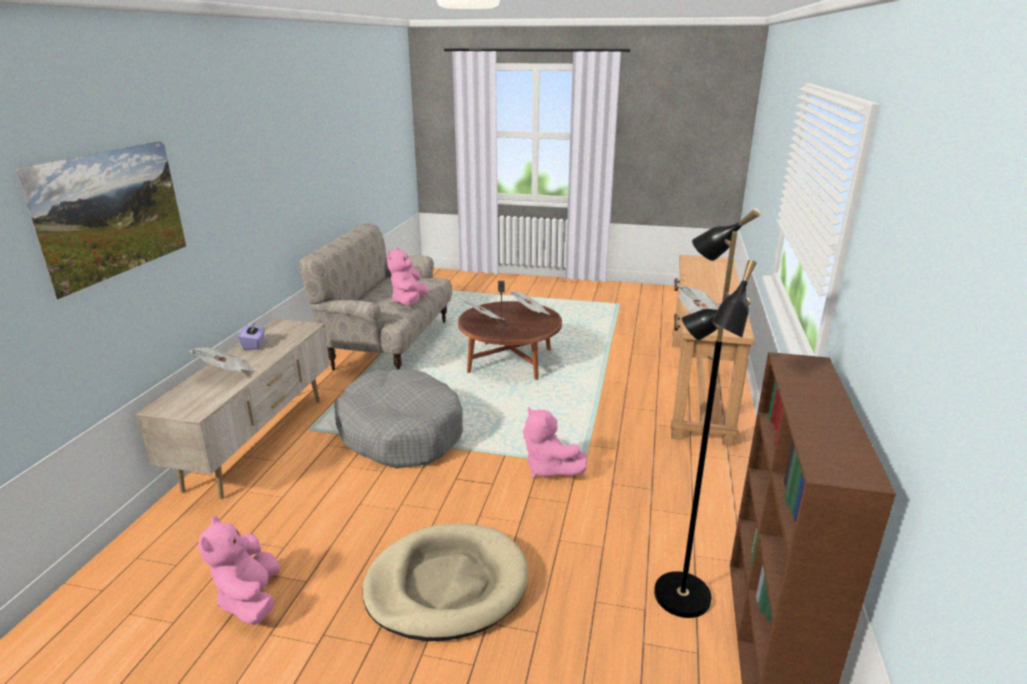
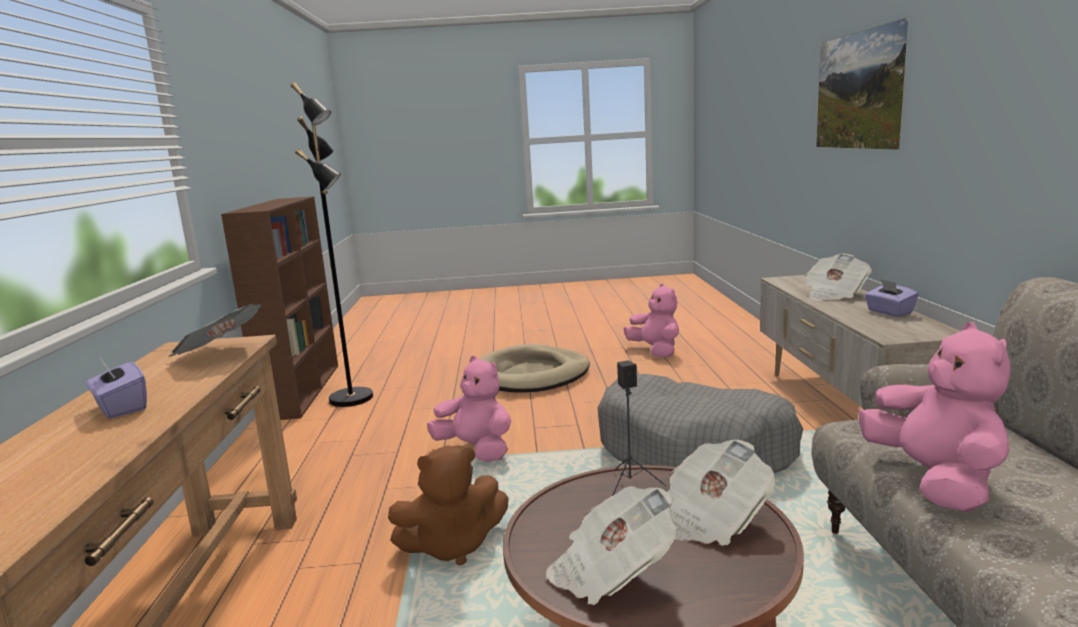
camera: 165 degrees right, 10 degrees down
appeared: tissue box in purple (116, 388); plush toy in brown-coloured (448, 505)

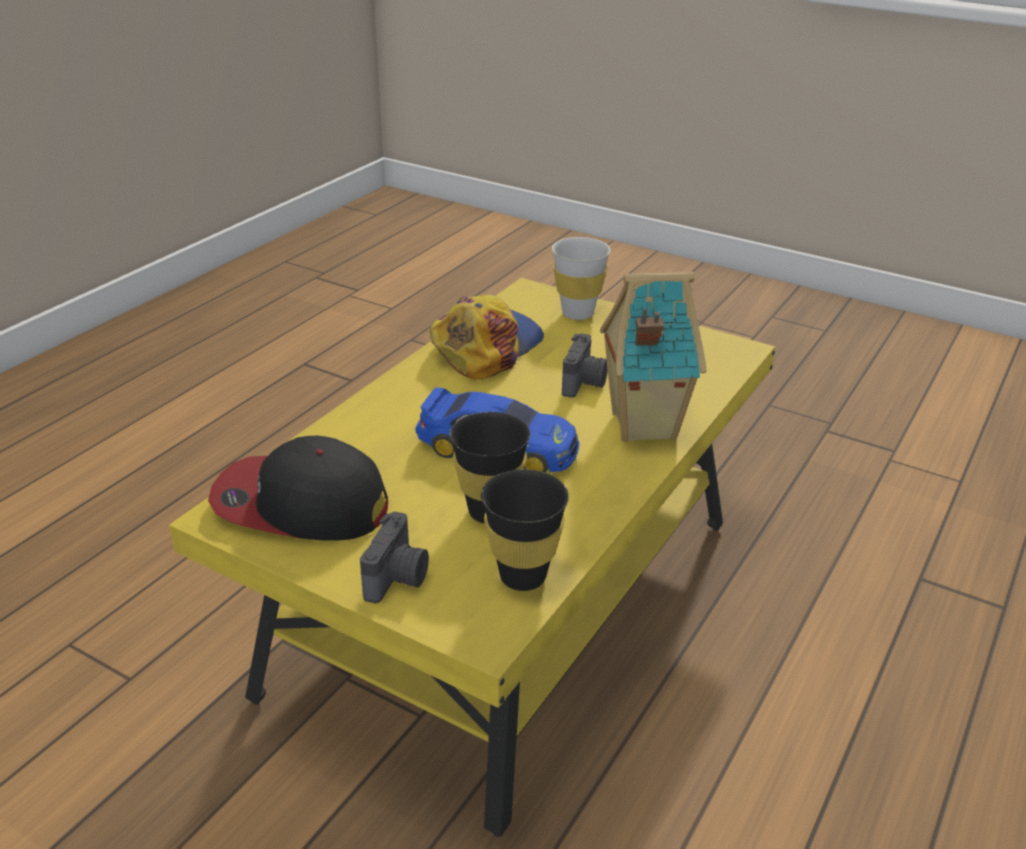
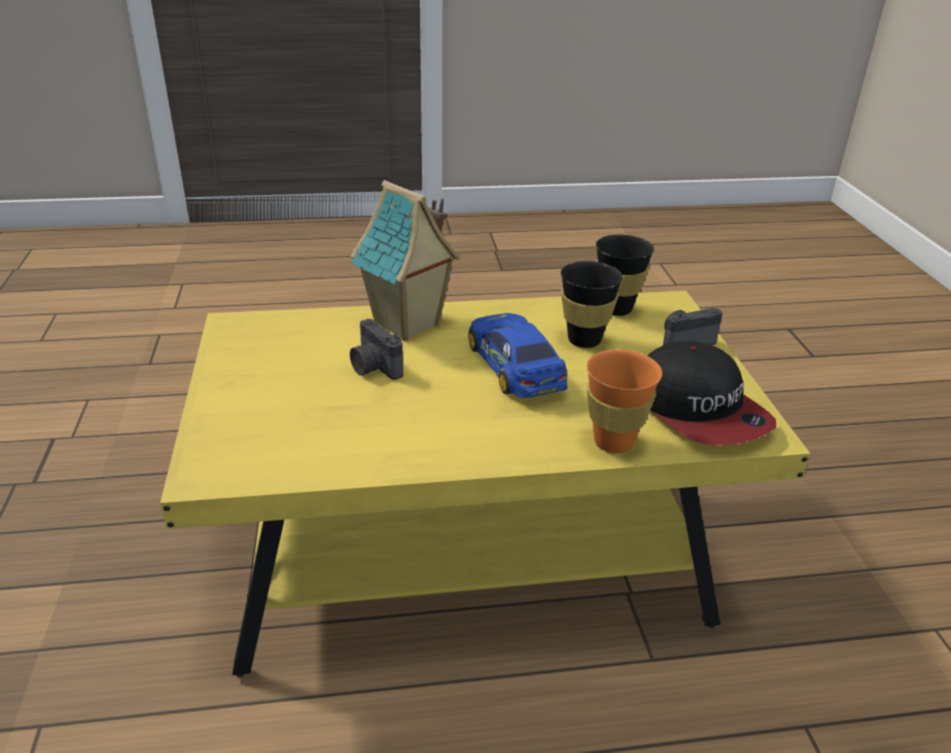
camera: 130 degrees left, 0 degrees up
missing: cup in white-coloured (581, 278); cap (487, 337)
appeared: cup in orange (624, 401)
spun: still camera (585, 365) = (376, 349) 105 degrees counterclockwise

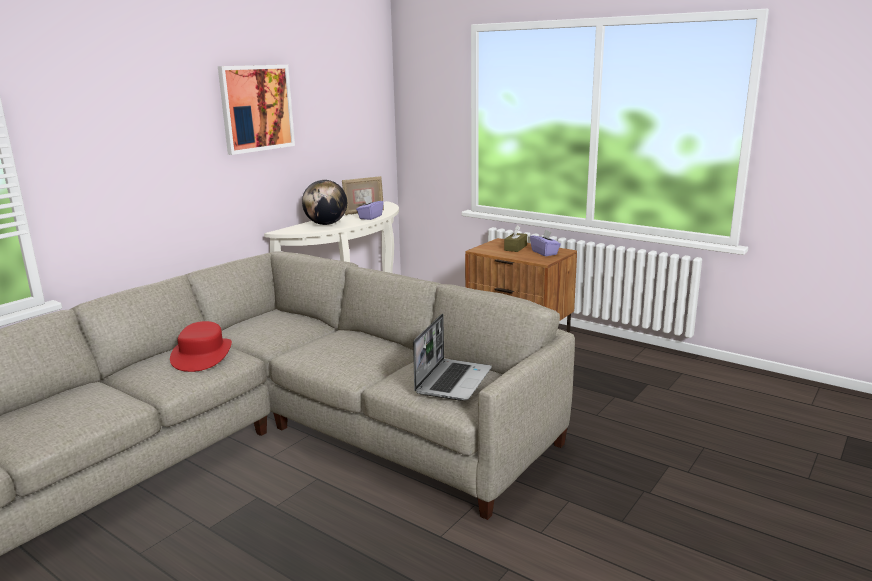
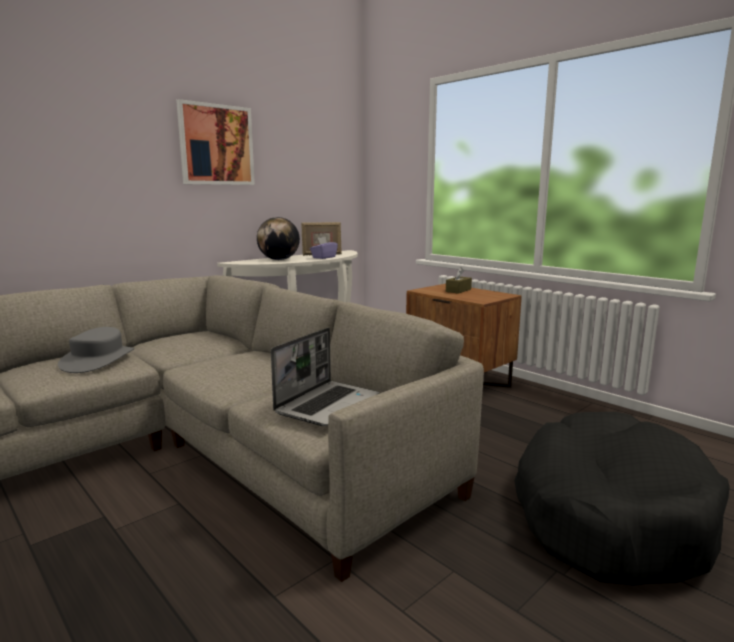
camera: 10 degrees right, 5 degrees down
missing: tissue box in purple (545, 242)
appeared: dog bed in black-coloured (622, 499)
colour: clothing hat in reddish (201, 346) to clothing hat in greyish (96, 350)

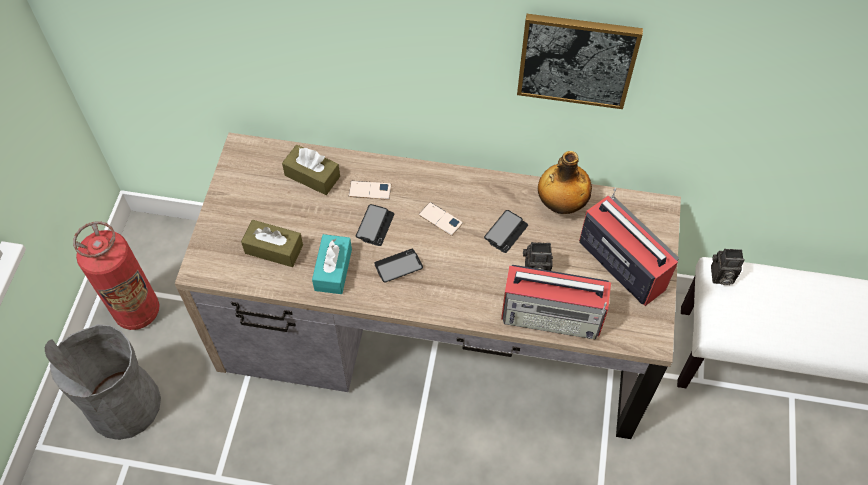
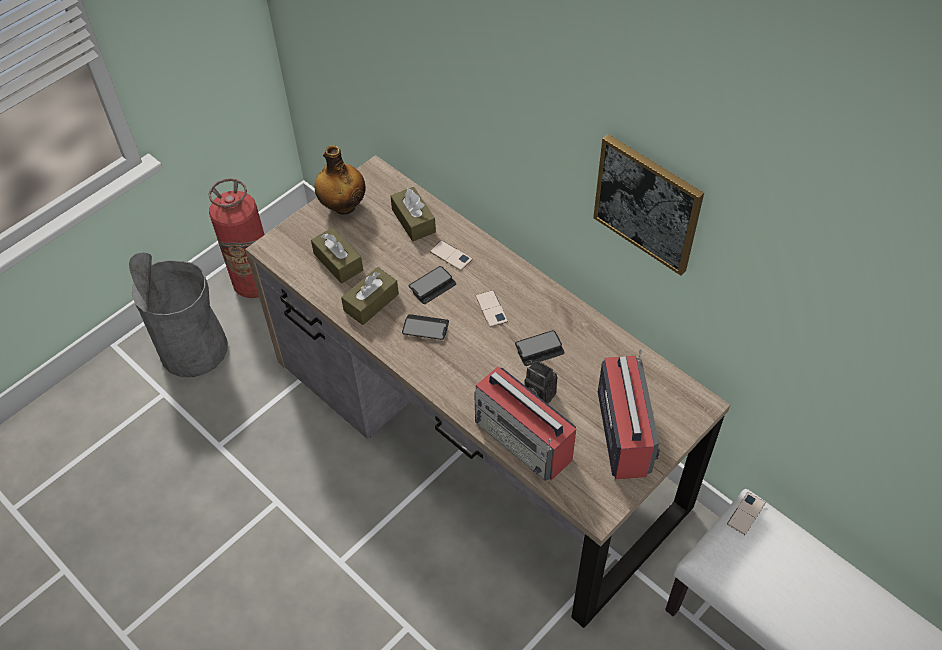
camera: 35 degrees right, 5 degrees down
relocated: beverage bottle (565, 182) to (340, 180)
exchanged: still camera (728, 267) to telephone (746, 513)
colour: tissue box in turquoise-coloured (332, 264) to tissue box in brown-coloured (370, 296)

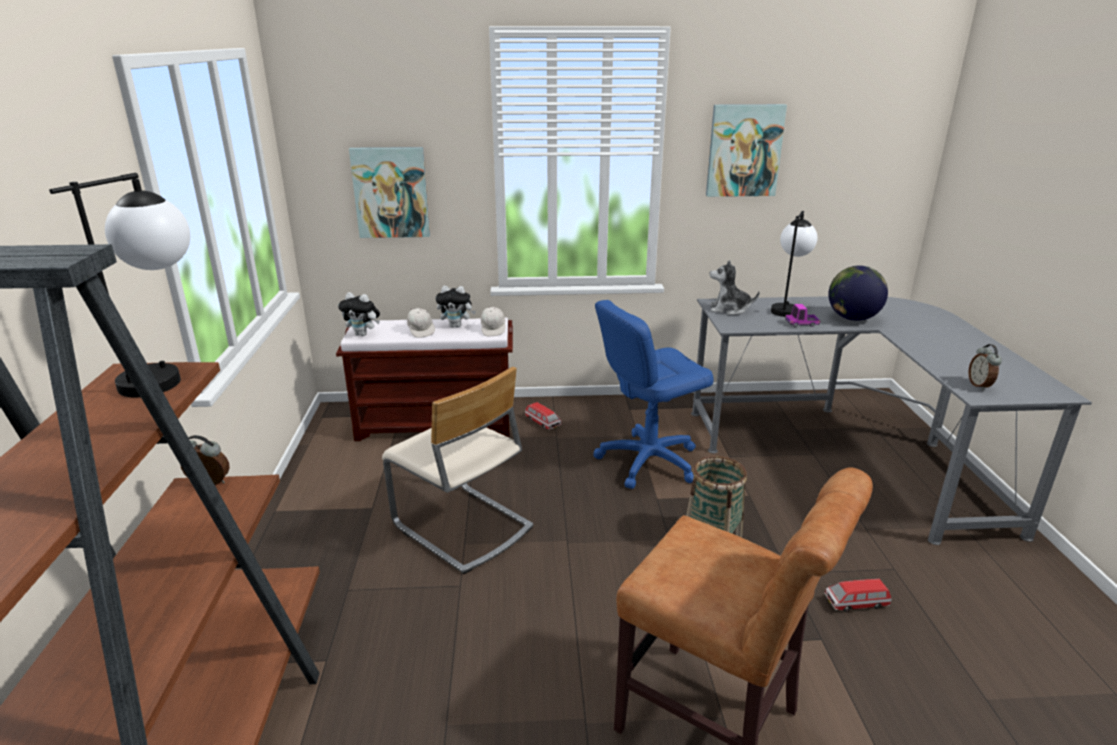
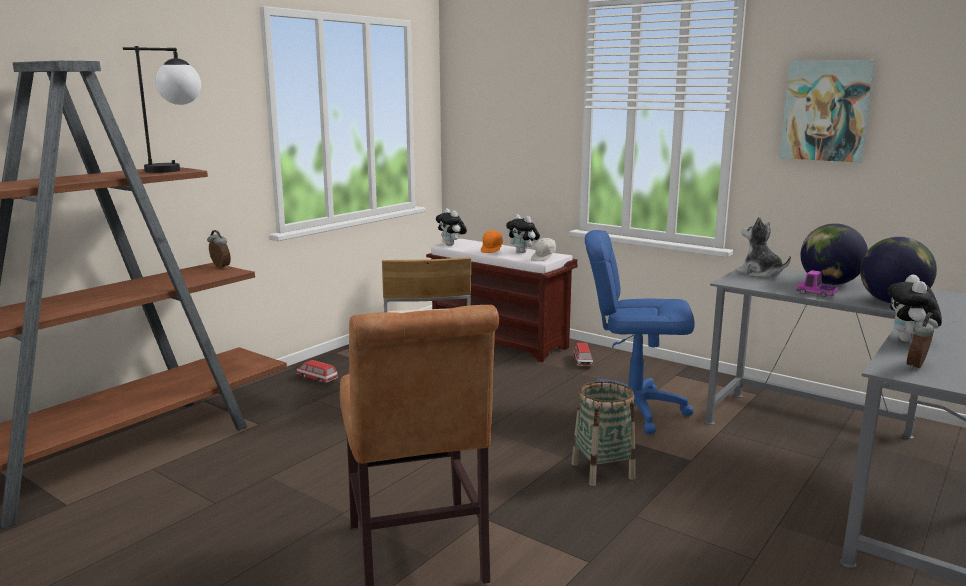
camera: 40 degrees right, 10 degrees down
missing: picture (389, 192)
appeared: plush toy (914, 308)
relocated: model car (857, 595) to (317, 371)
exchanged: lamp for a table (794, 264) to desk globe (834, 254)
colour: cap in white-coloured (421, 323) to cap in orange (492, 241)

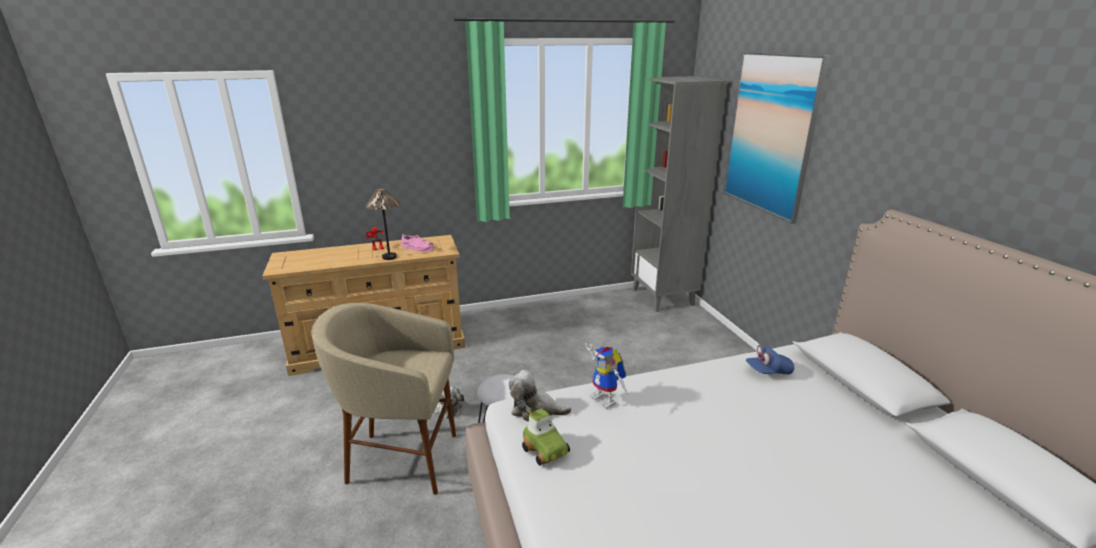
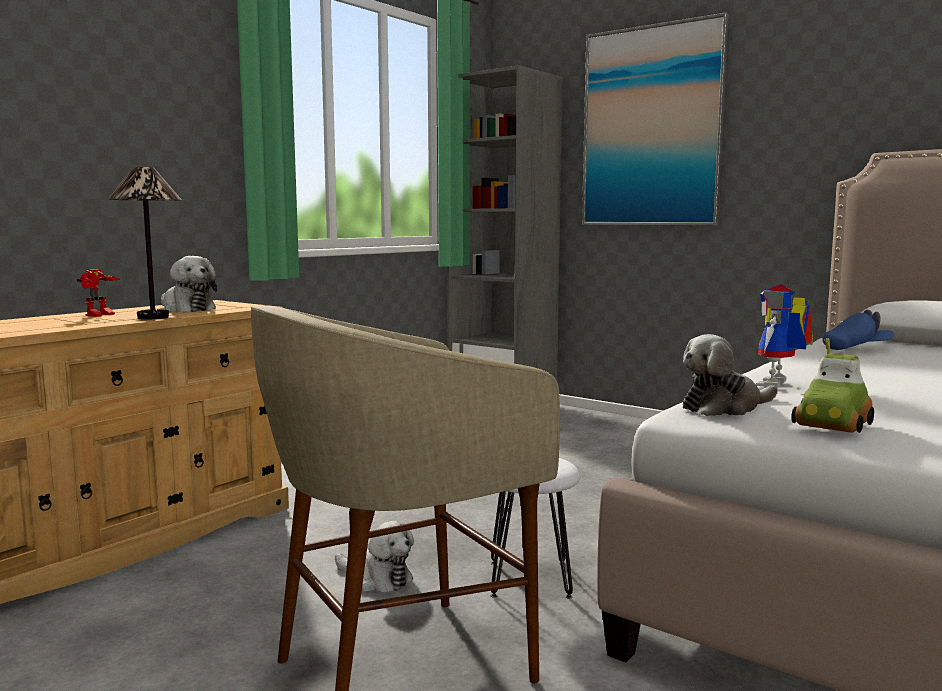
camera: 35 degrees left, 15 degrees down
exchanged: low shoe in pink-coloured (417, 242) to plush toy (189, 284)
spun: robot figure (607, 376) = (784, 336) 105 degrees clockwise; cap in bluish (770, 359) = (858, 330) 135 degrees counterclockwise; model car (546, 435) = (832, 385) 105 degrees clockwise

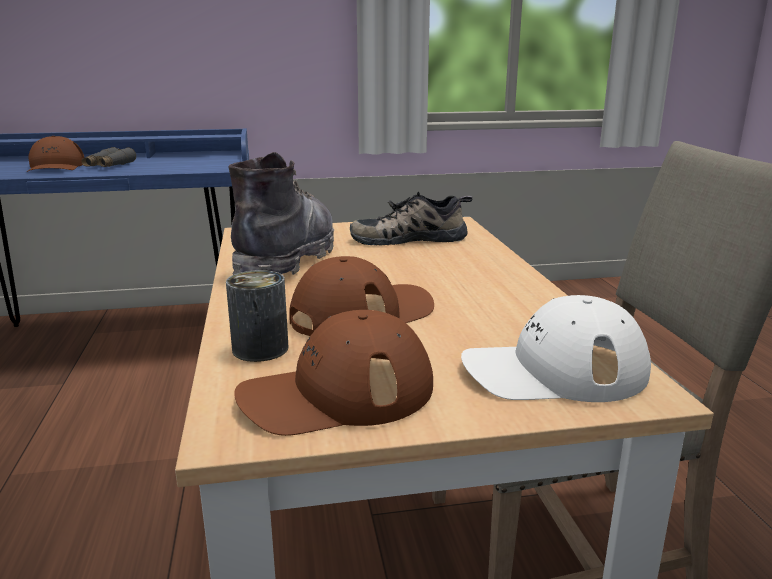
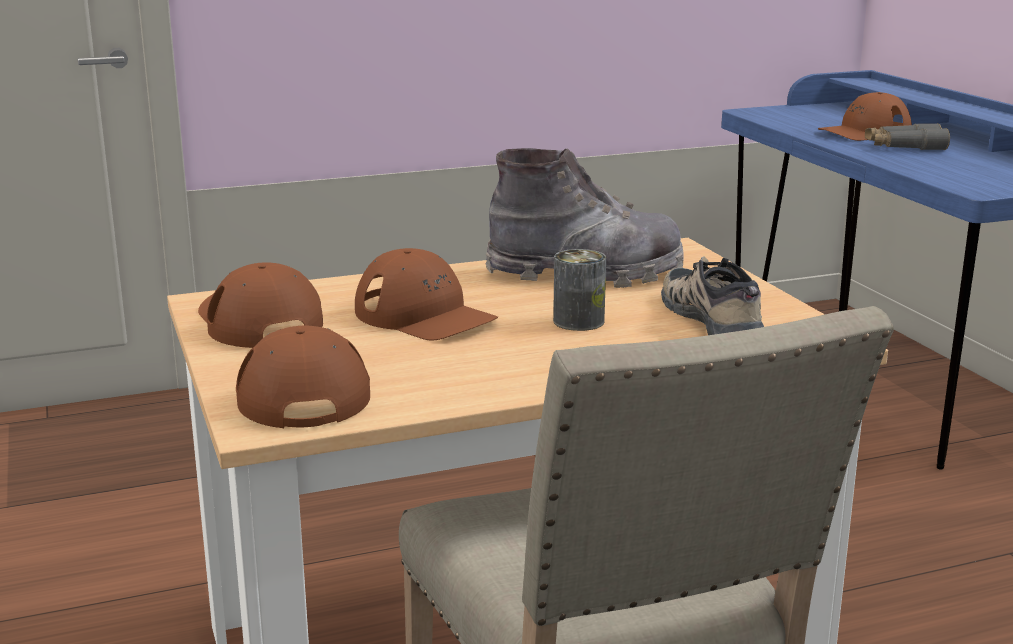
camera: 80 degrees right, 0 degrees up
relocated: can (257, 316) to (579, 290)
colour: cap in white-coloured (556, 348) to cap in brown-coloured (303, 377)

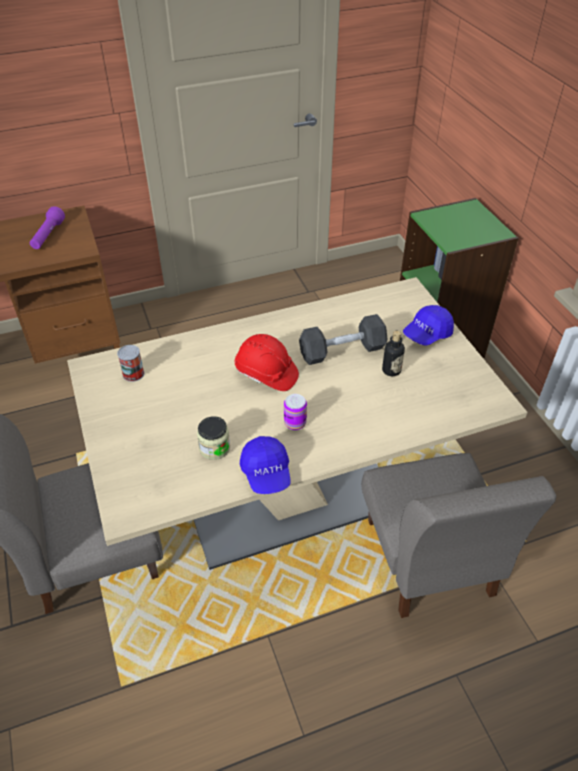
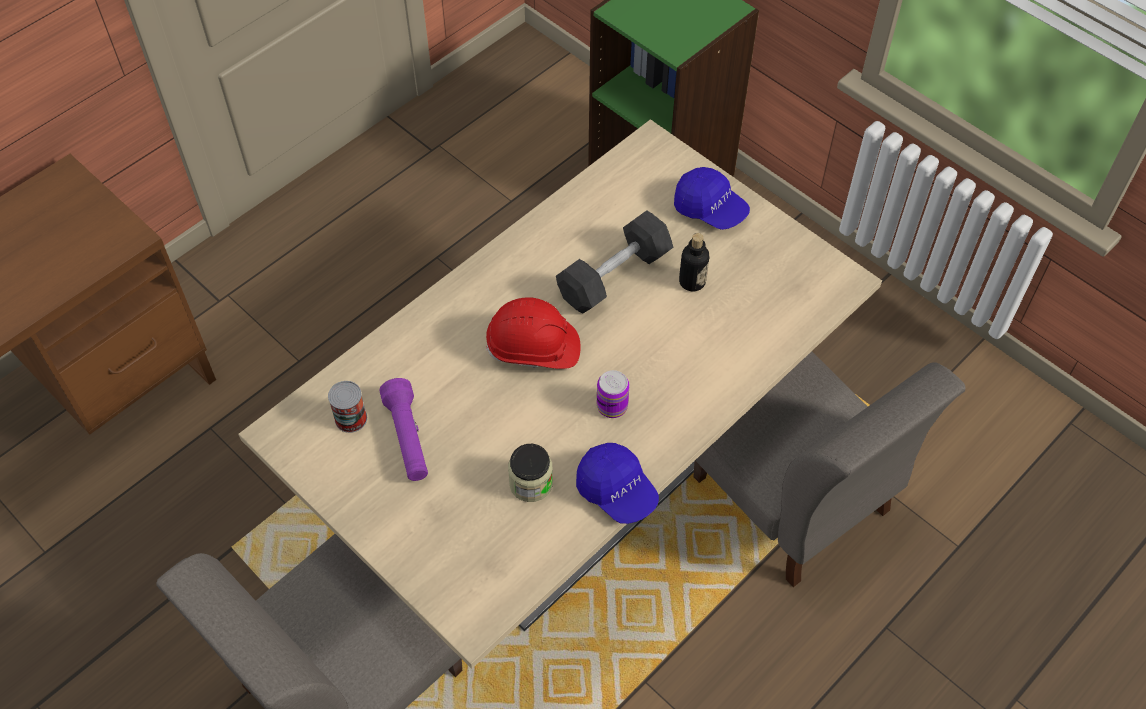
camera: 25 degrees left, 10 degrees up
relocated: torch in purple (47, 227) to (403, 429)
spun: cap in bluish (428, 325) = (712, 198) 75 degrees counterclockwise

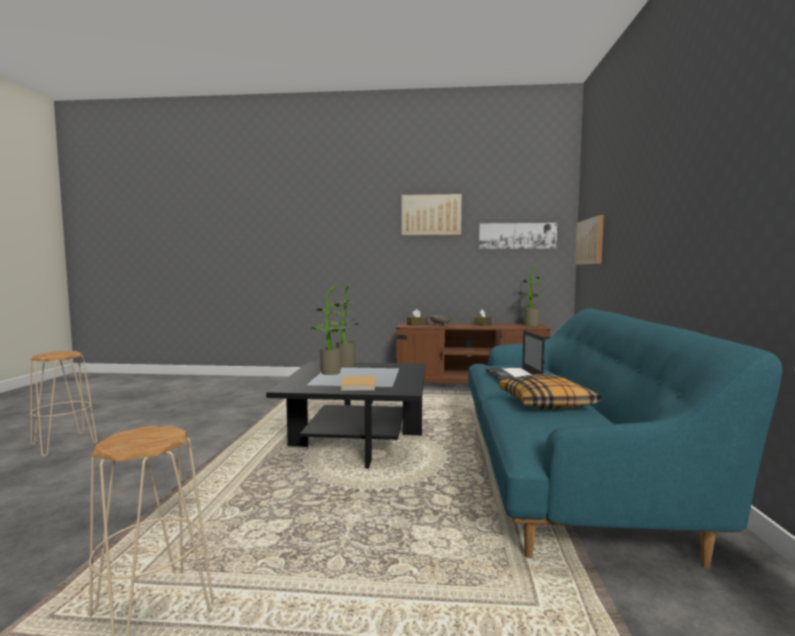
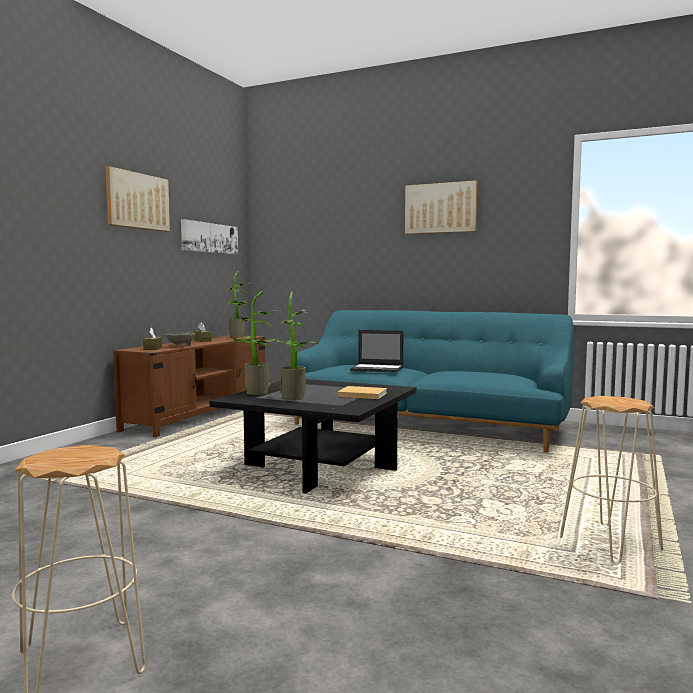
camera: 70 degrees left, 0 degrees up
missing: throw pillow (550, 391)
relocated: picture (589, 240) to (441, 207)

